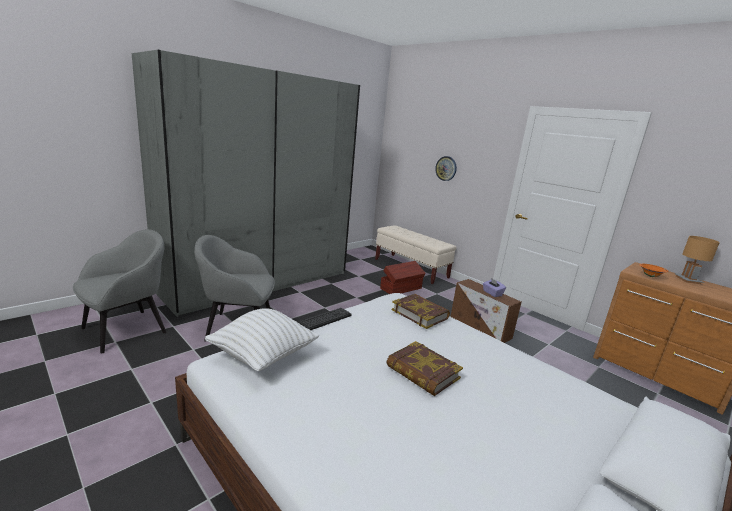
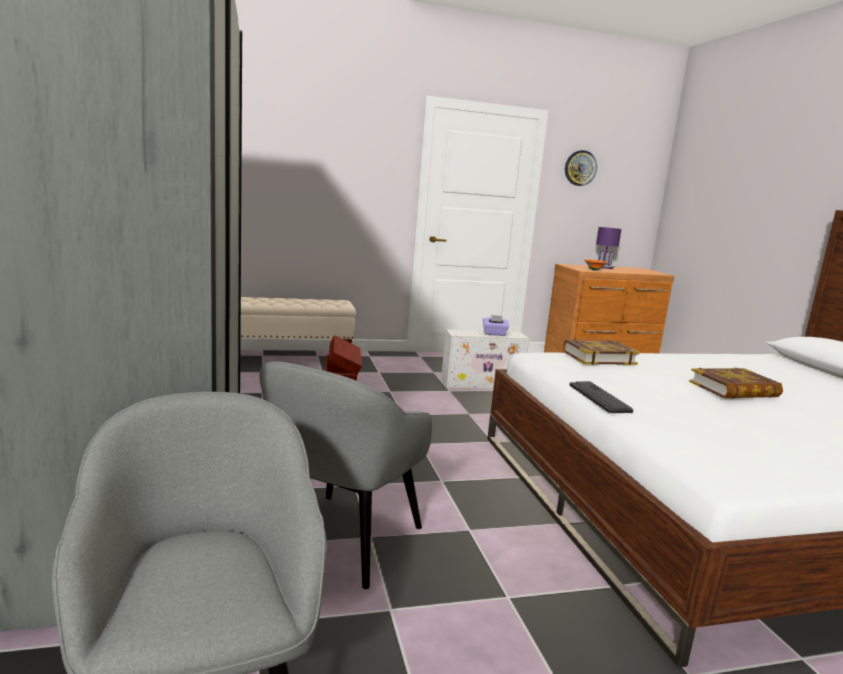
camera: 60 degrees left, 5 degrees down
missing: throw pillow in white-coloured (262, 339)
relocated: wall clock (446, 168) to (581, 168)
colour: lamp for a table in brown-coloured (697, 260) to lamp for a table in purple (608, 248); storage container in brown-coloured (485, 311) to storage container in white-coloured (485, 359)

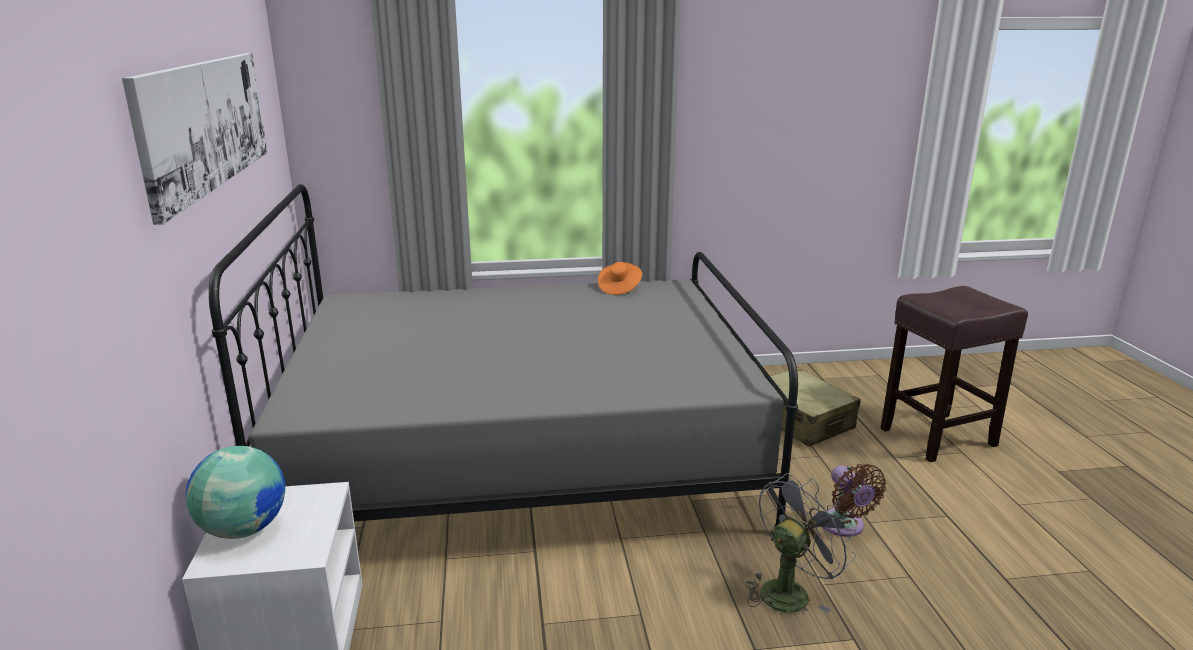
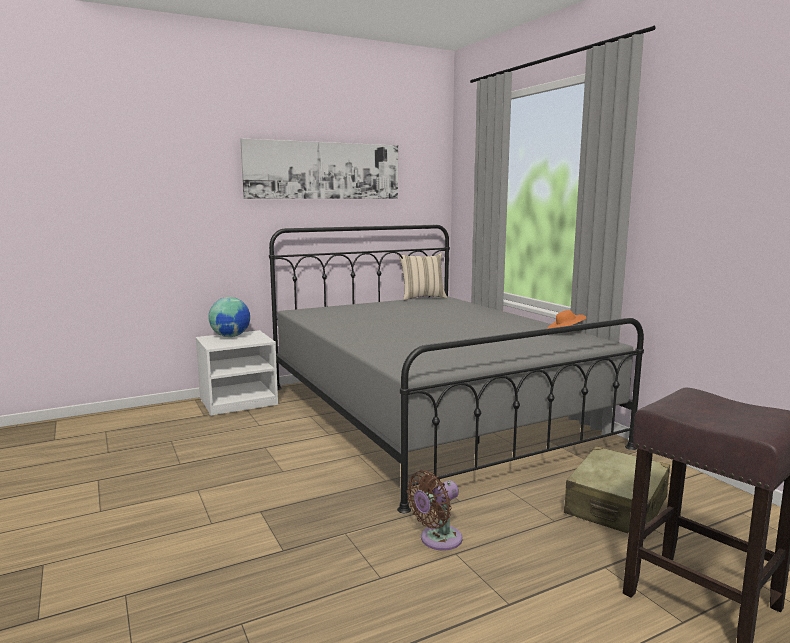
camera: 70 degrees right, 10 degrees down
missing: electric fan in greyish (800, 542)
appeared: throw pillow in sand-coloured (423, 276)

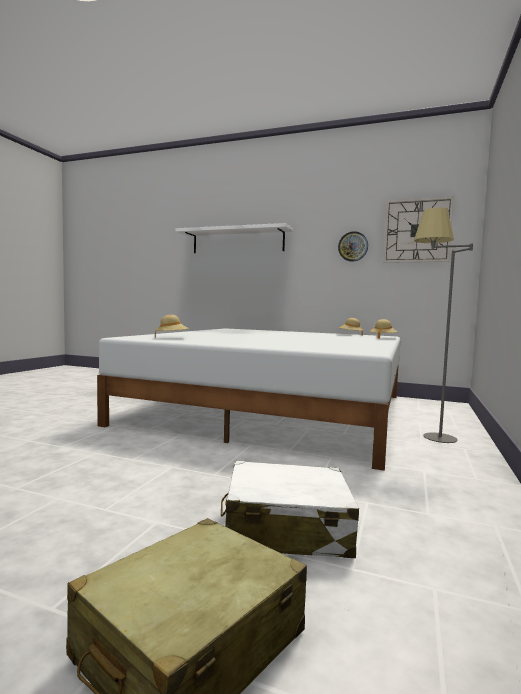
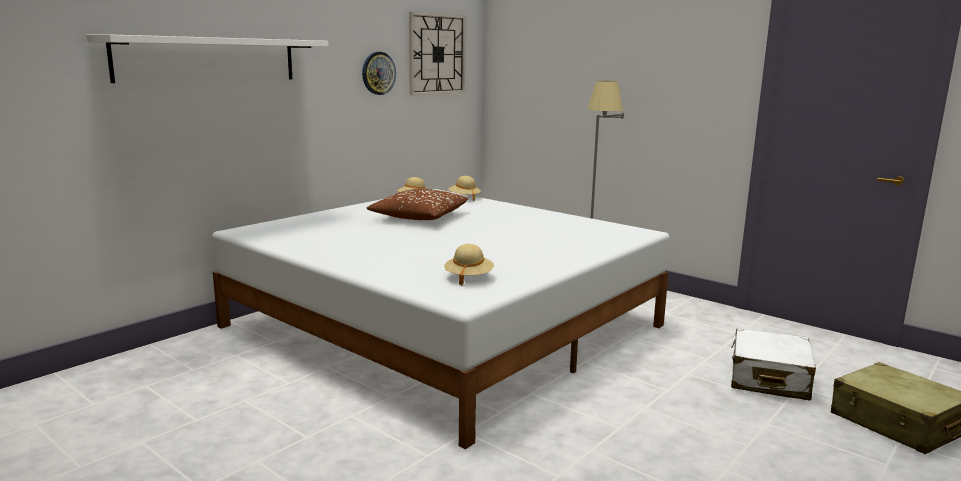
camera: 70 degrees left, 10 degrees up
appeared: throw pillow in brown-coloured (417, 204)

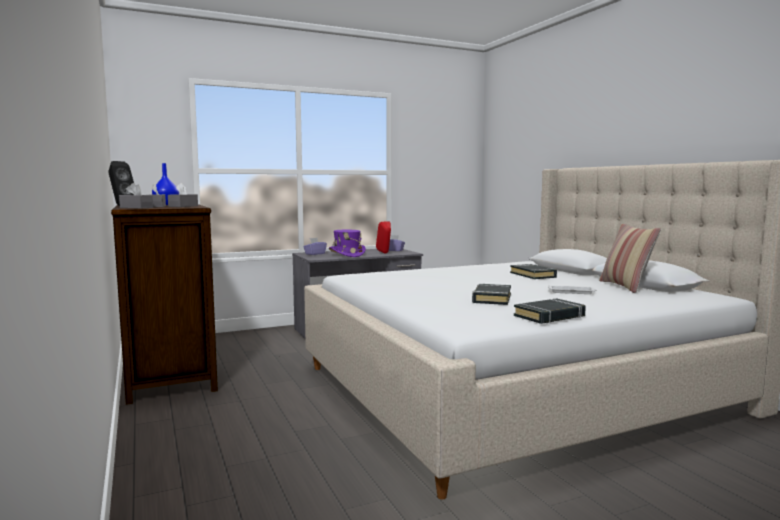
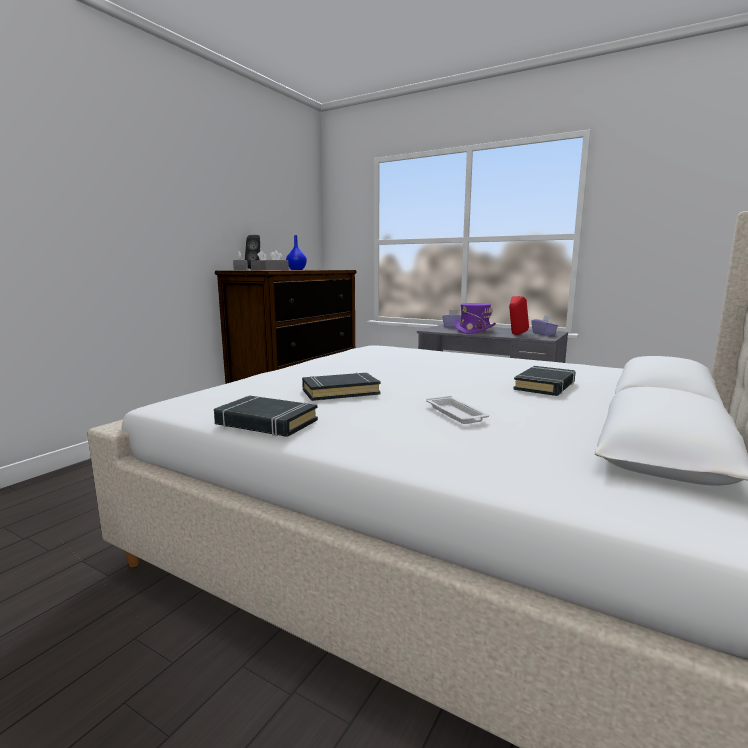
camera: 55 degrees right, 5 degrees up
missing: throw pillow (630, 258)

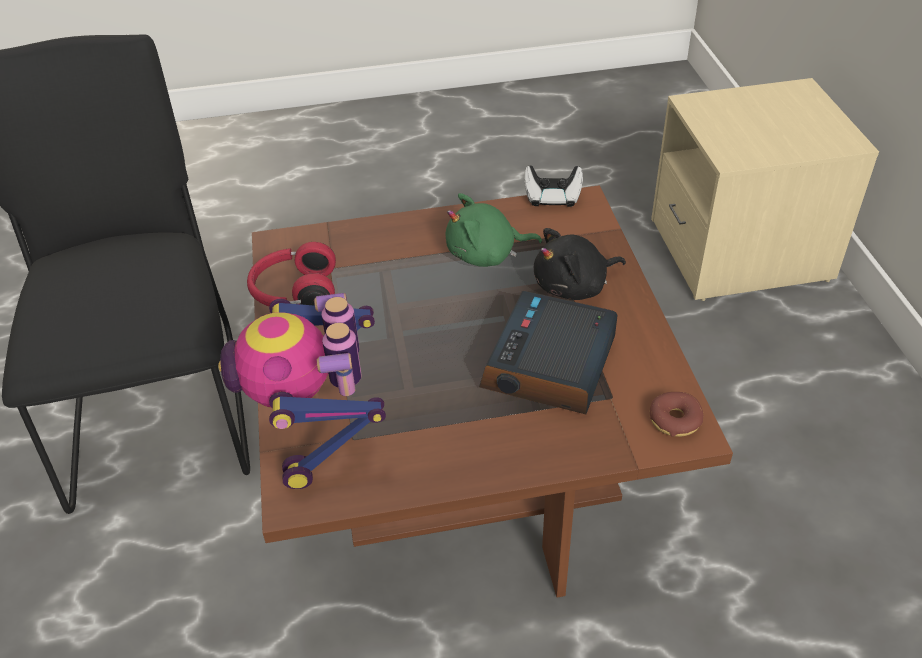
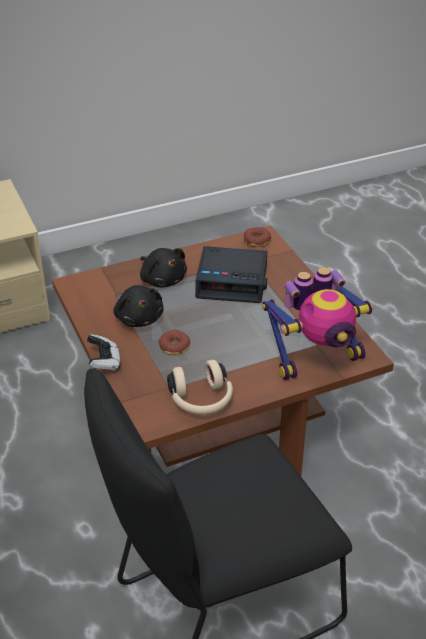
camera: 105 degrees left, 5 degrees down
appeared: ring doughnut (174, 342)
relocated: gamepad (553, 186) to (103, 352)
colour: plush toy in green (494, 230) to plush toy in black-coloured (138, 306); pair of headphones in reddish (291, 274) to pair of headphones in sand-coloured (200, 387)

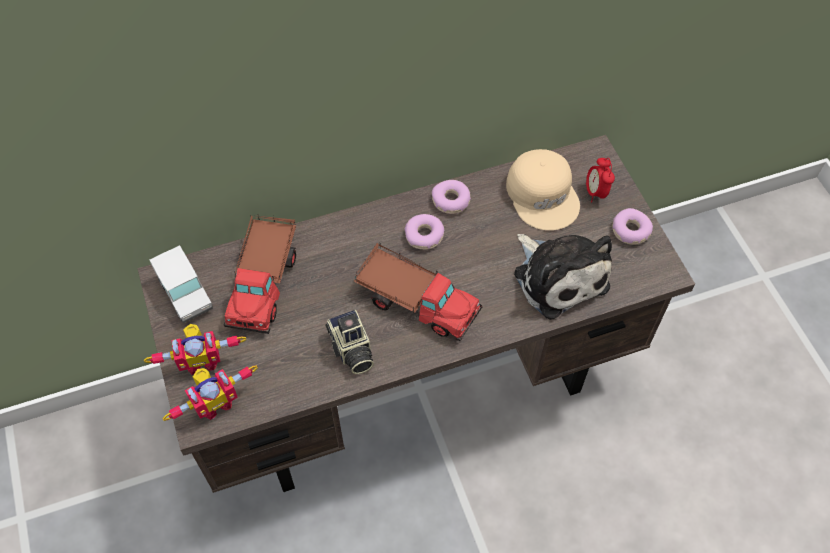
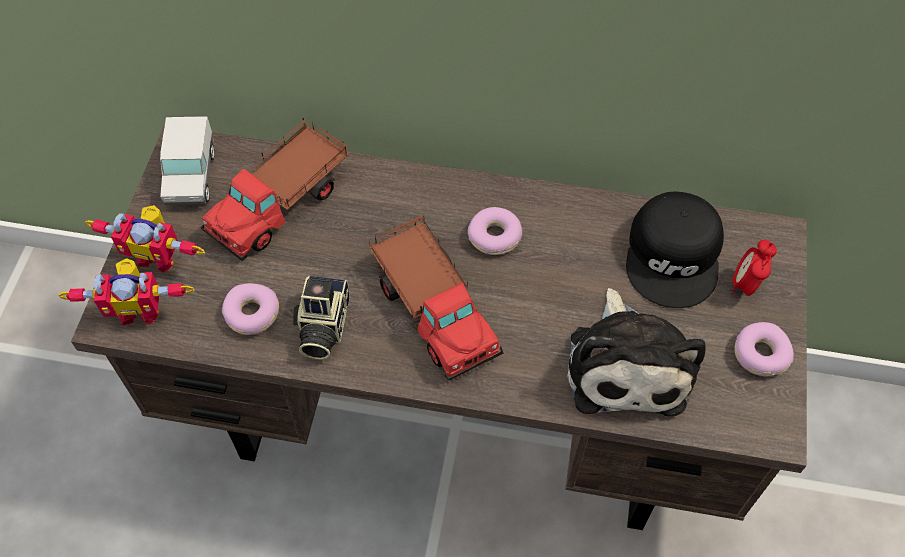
camera: 30 degrees right, 0 degrees up
relocated: ring doughnut (451, 197) to (250, 309)
colour: cap in sand-coloured (543, 189) to cap in black-coloured (675, 249)

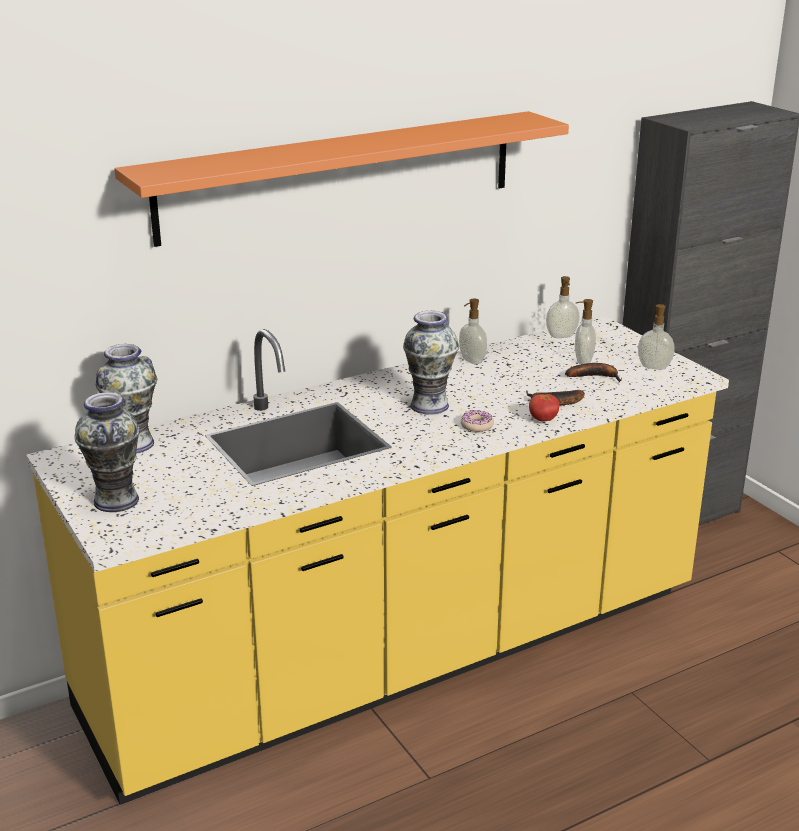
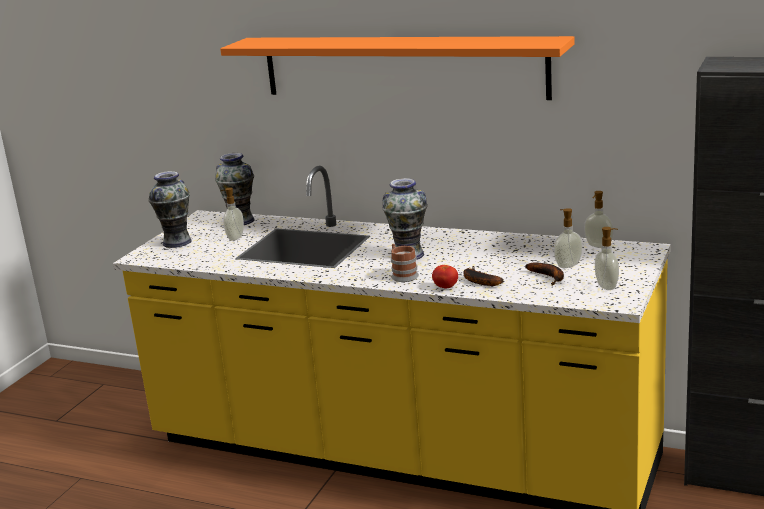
camera: 55 degrees right, 5 degrees down
relocated: liquid soap bottle (473, 331) to (232, 214)
exchanged: ring doughnut (477, 421) to tea mug (405, 263)

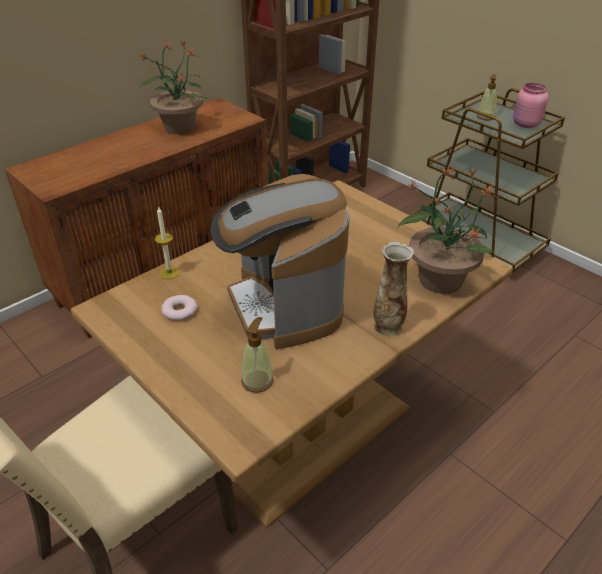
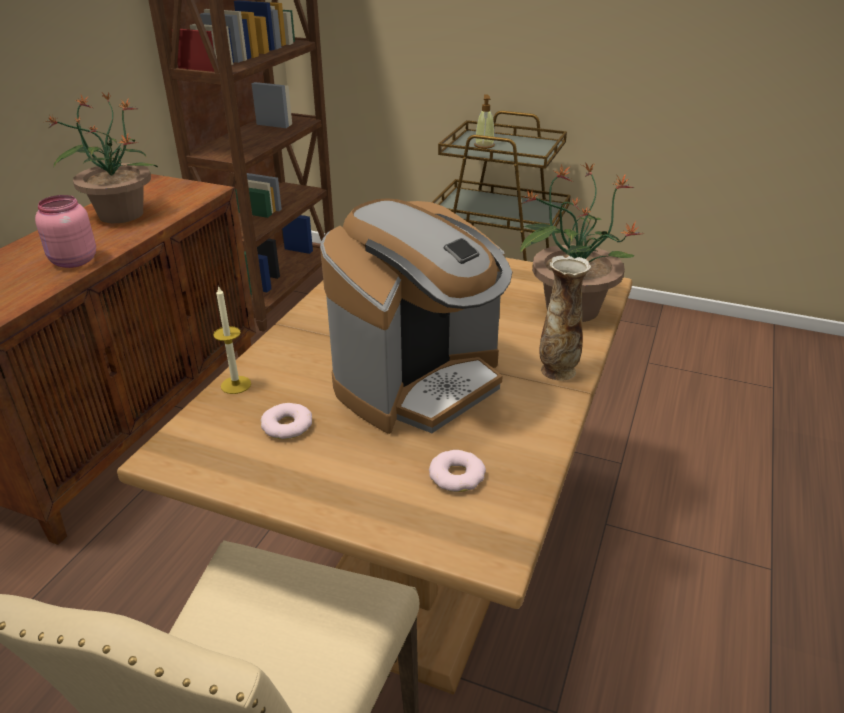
camera: 25 degrees left, 5 degrees down
relocated: preserve jar in pink-coloured (530, 105) to (65, 231)
exchanged: liquid soap bottle (257, 355) to ring doughnut (457, 471)
spun: coffee brewer (279, 261) = (416, 316) 90 degrees counterclockwise

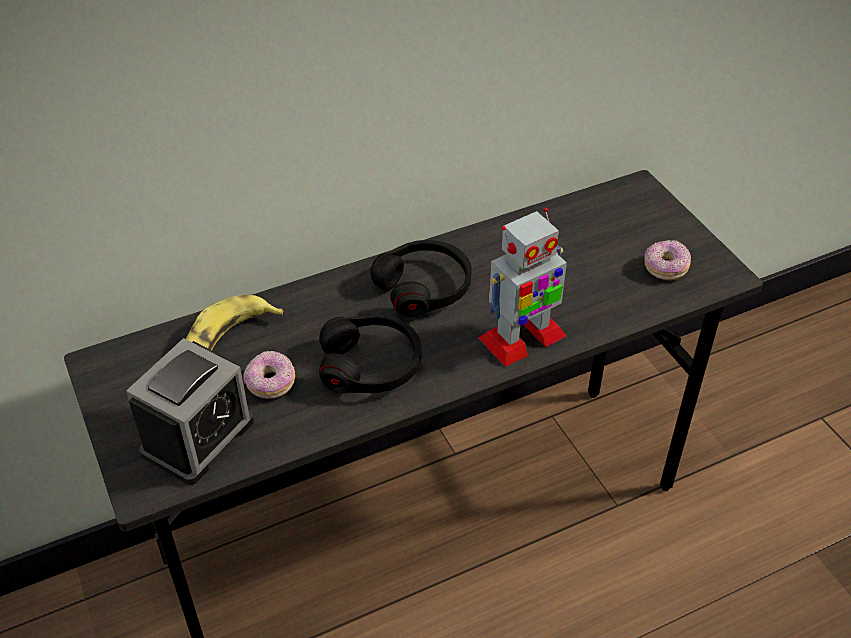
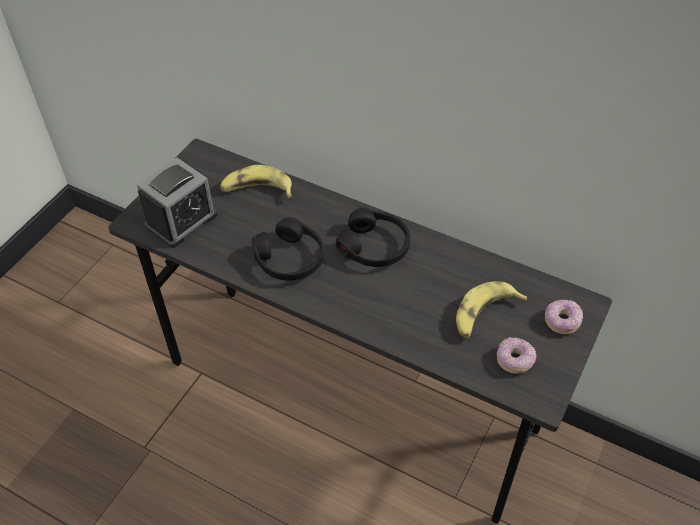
camera: 55 degrees right, 5 degrees up
missing: robot figure (523, 287)
appeared: banana fruit (491, 310)
relocated: ring doughnut (269, 375) to (564, 317)
spun: table clock (190, 411) = (177, 202) 45 degrees counterclockwise

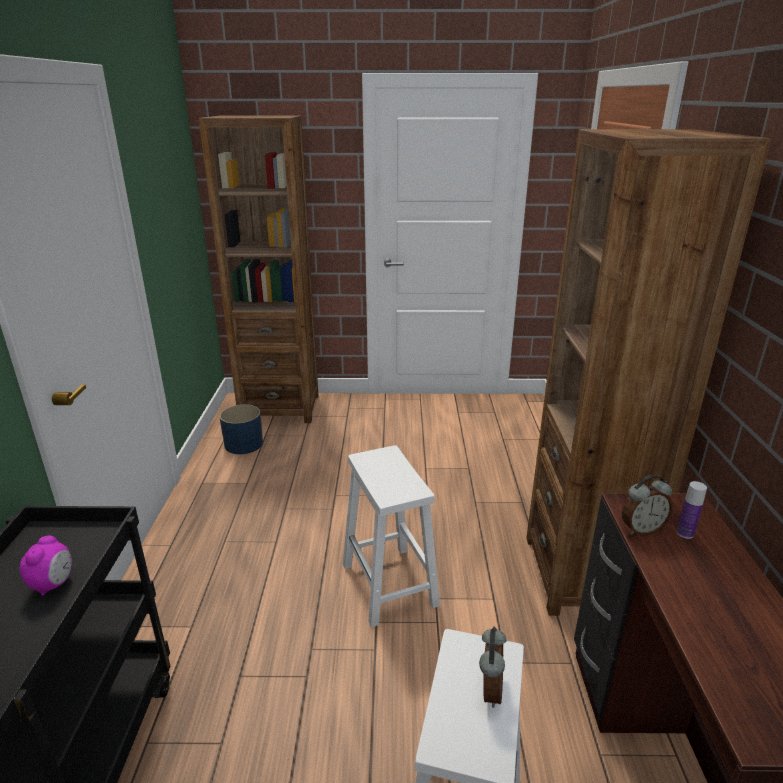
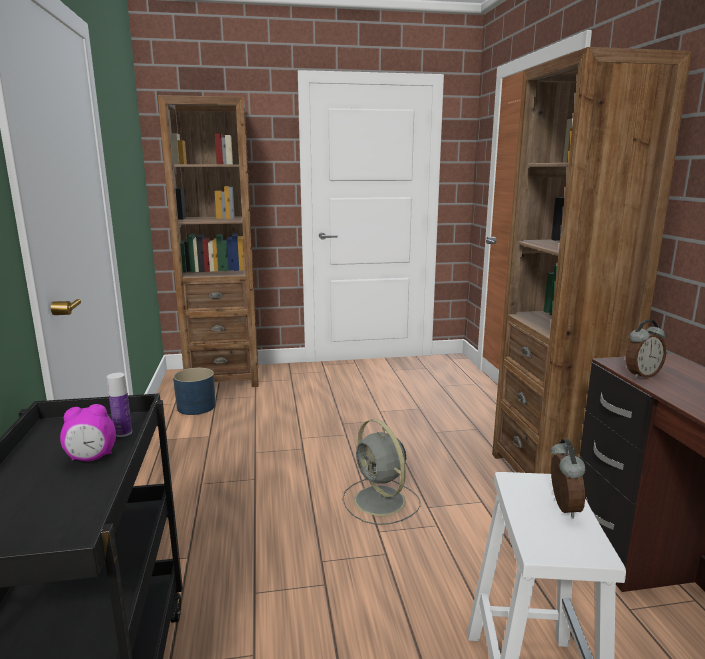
camera: 10 degrees left, 10 degrees down
relocated: beverage bottle (691, 510) to (119, 405)
exchanged: stool seat in white-coloured (391, 536) to electric fan in greyish (381, 472)
spun: table clock (46, 565) = (88, 432) 75 degrees clockwise

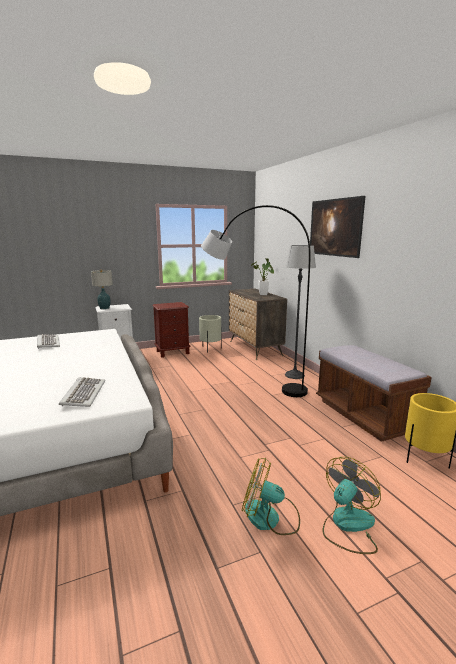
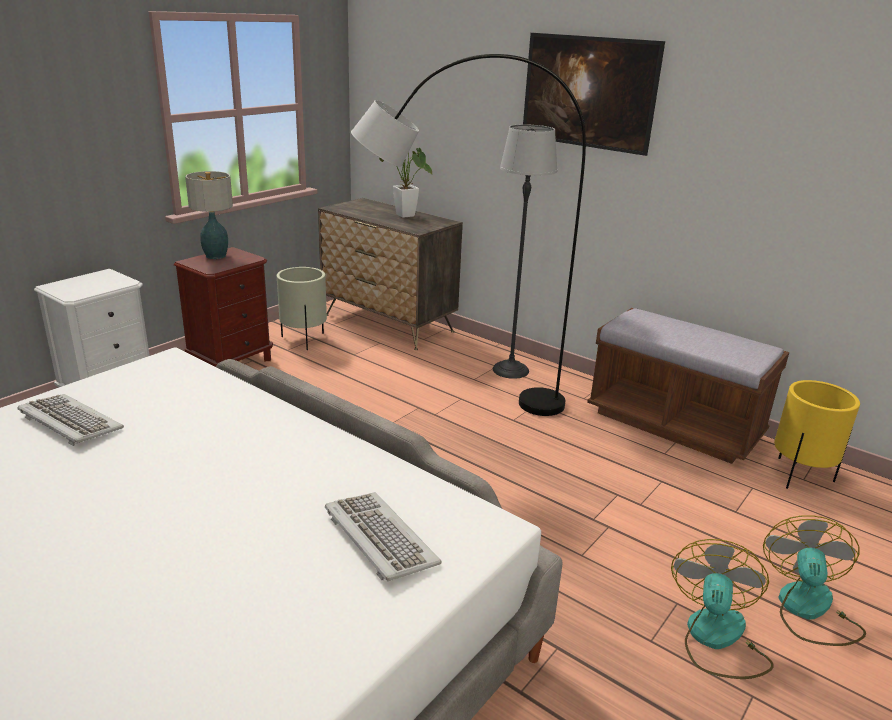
camera: 30 degrees left, 10 degrees up
relocated: lamp for a table (102, 289) to (209, 215)
spun: electric fan (271, 496) = (722, 609) 120 degrees clockwise

